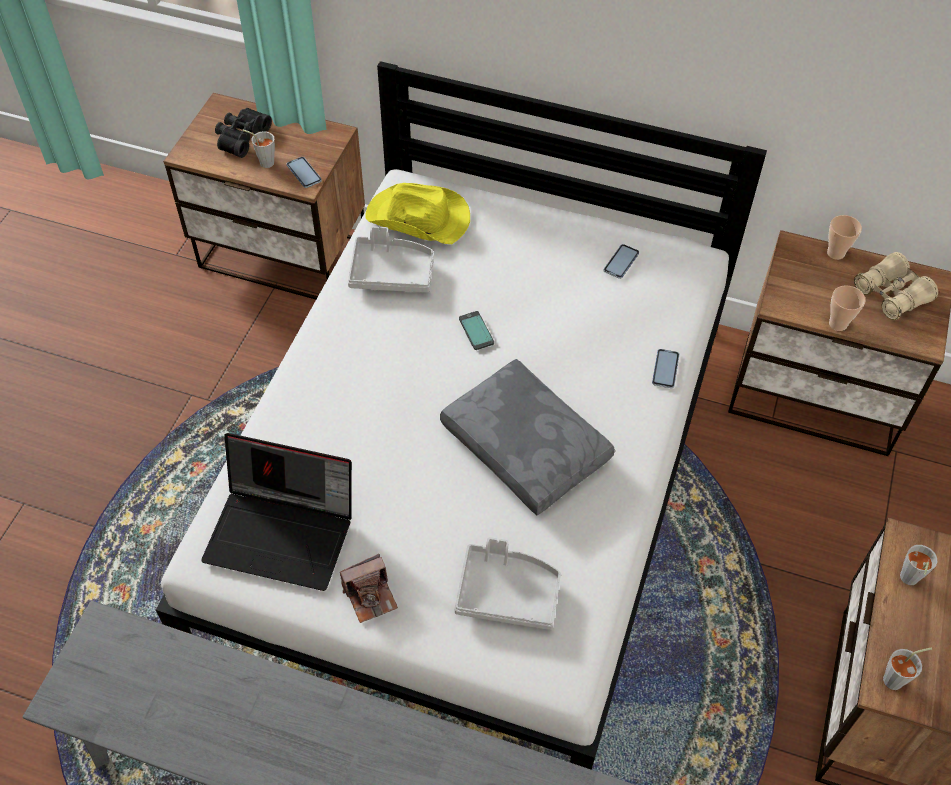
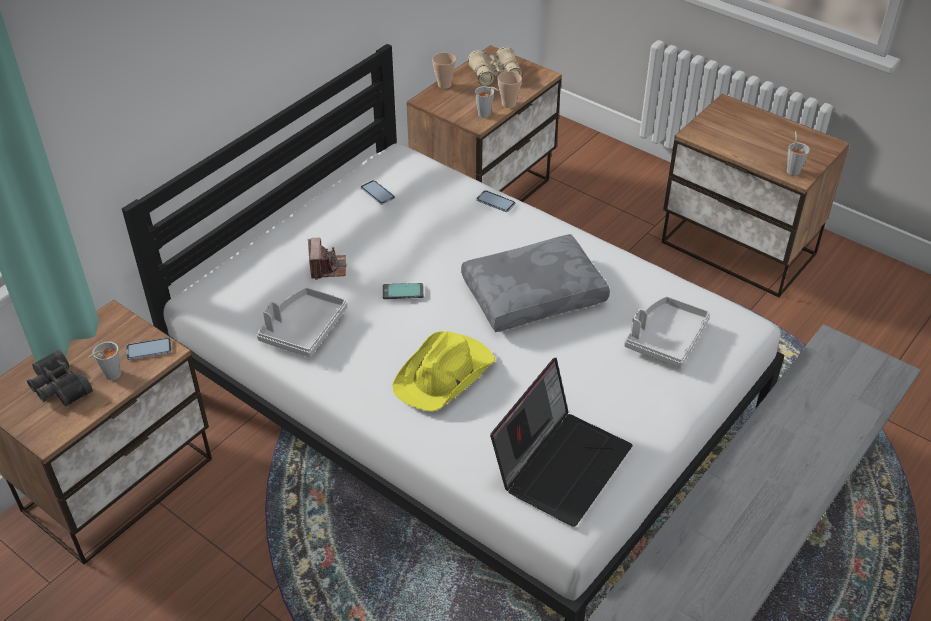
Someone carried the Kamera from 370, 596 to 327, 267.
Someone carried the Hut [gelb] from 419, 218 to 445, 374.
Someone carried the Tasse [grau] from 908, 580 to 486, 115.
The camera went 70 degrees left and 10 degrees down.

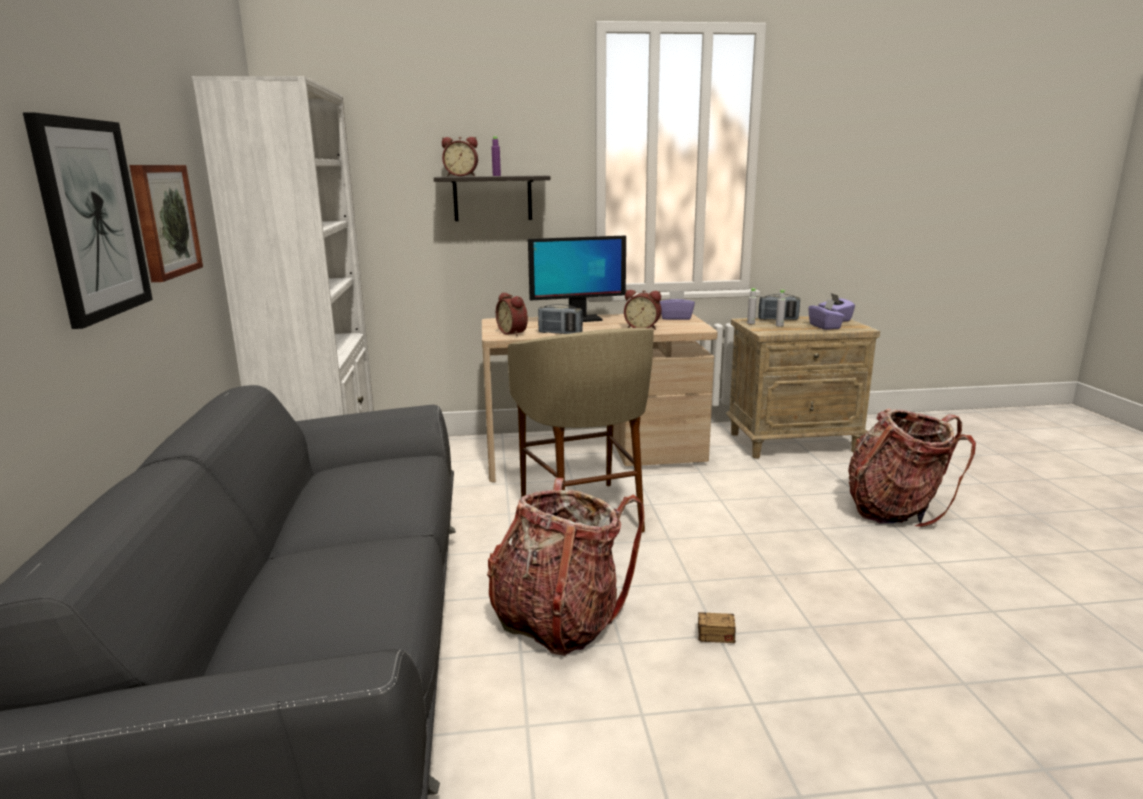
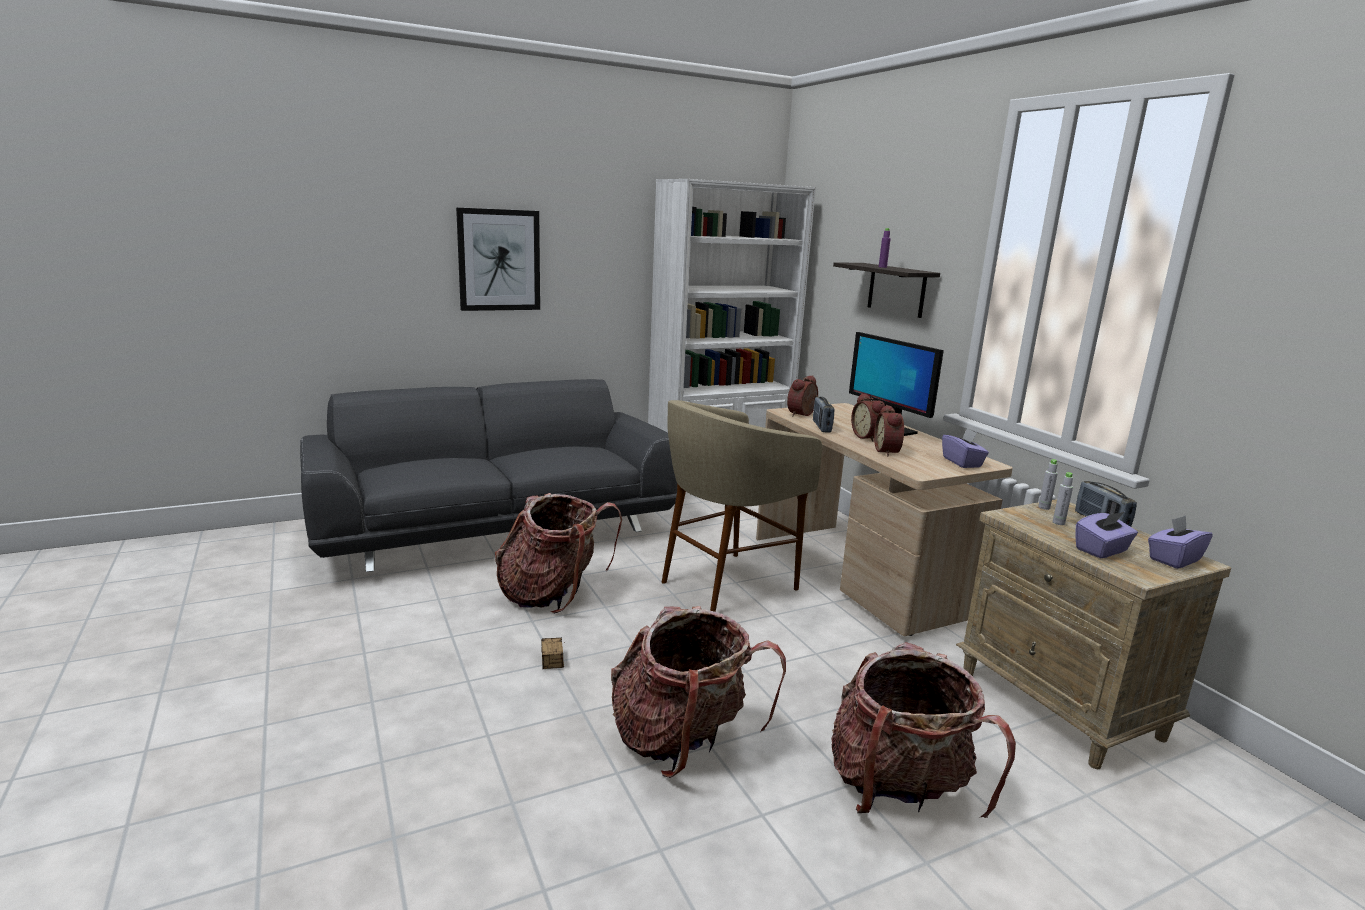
Someone put down the Rucksack at 683, 742.
Someone carried the Wecker from 461, 176 to 868, 437.
Someone took away the Bild at 164, 221.
The camera went 70 degrees right and 0 degrees up.

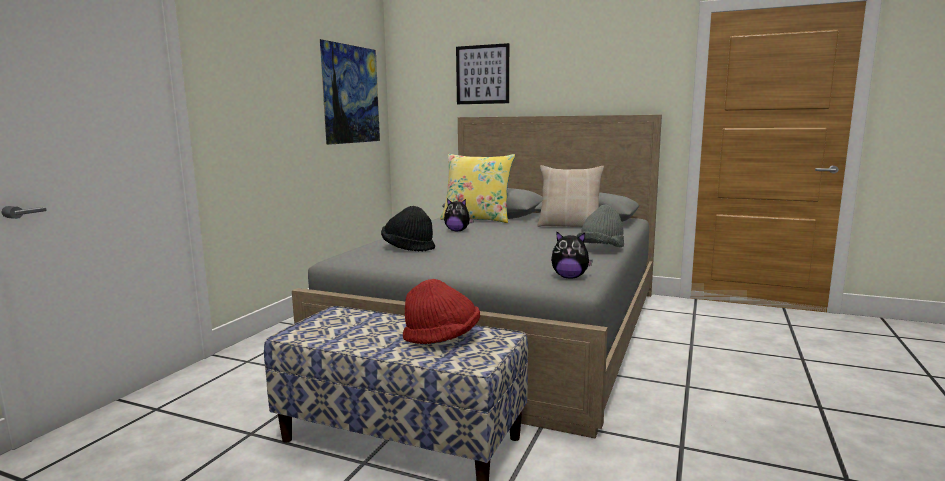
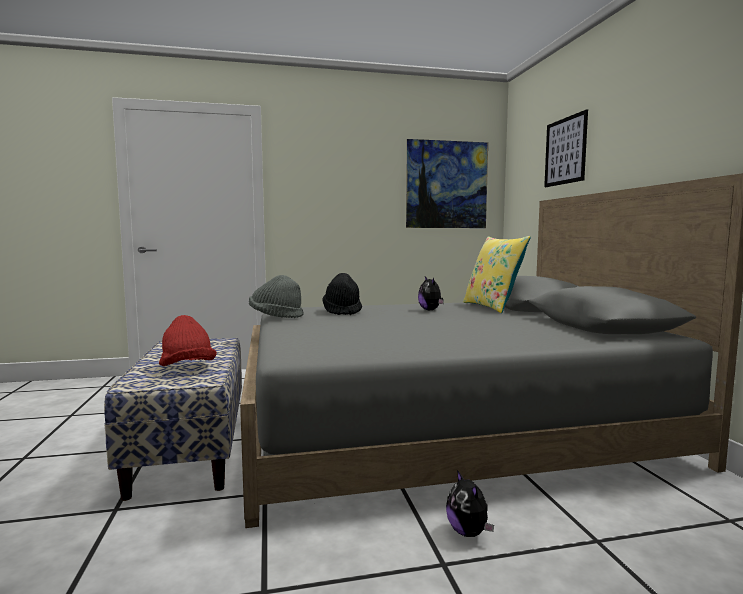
Someone carried the Hut [grau] from 601, 249 to 276, 317.
Someone carried the Plüschtier from 569, 277 to 468, 532.
Someone took away the Kissen [beige] at 569, 225.
The camera went 55 degrees right and 5 degrees down.

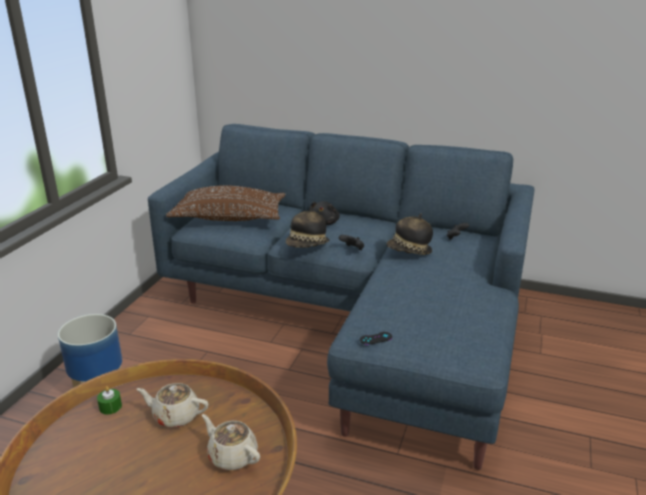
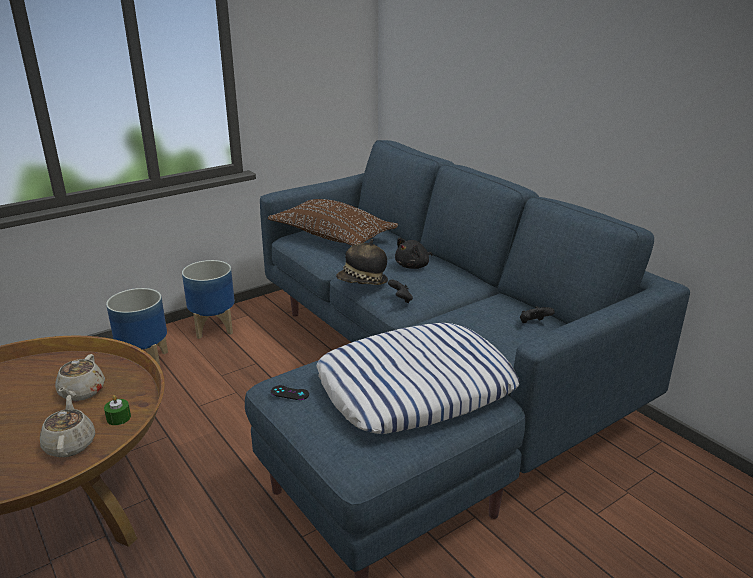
Someone rotated the Teekanne [beige] at 175, 416 by 135 degrees counterclockwise.
Someone carried the Kerze [grün] from 110, 407 to 118, 418.
Someone put down the Pflanzkübel at 213, 327.
Someone put down the Kissen at 415, 388.
Someone took away the Hut at 409, 251.
The camera went 35 degrees right and 0 degrees up.

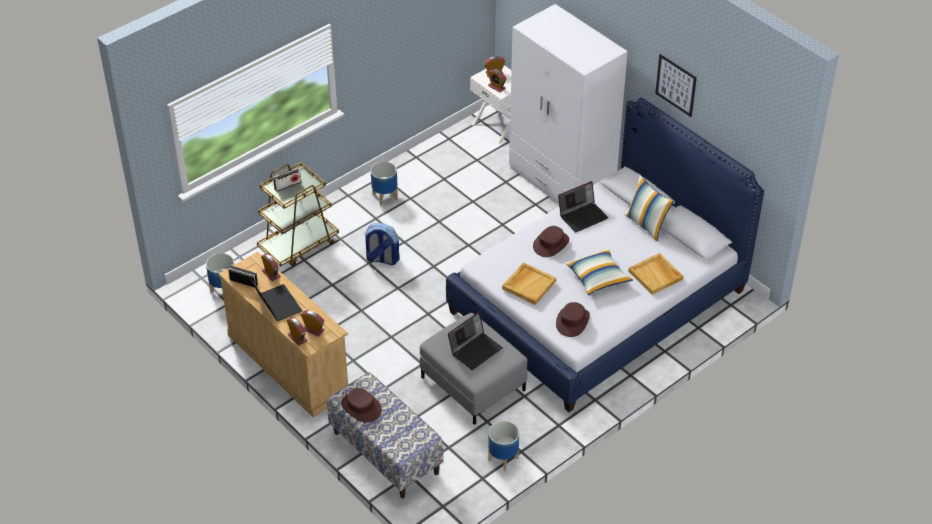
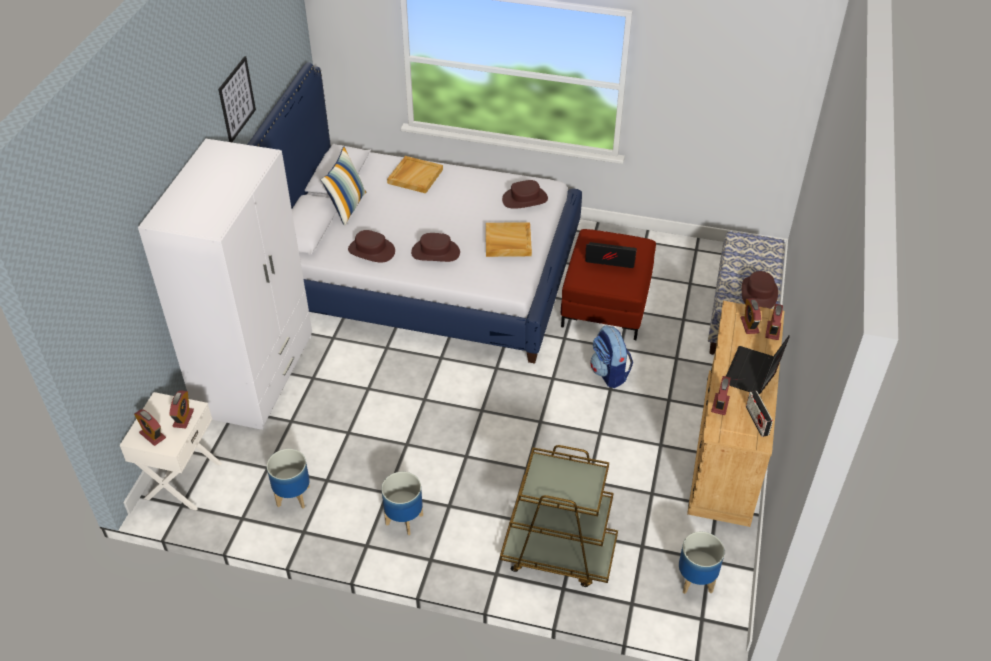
Someone carried the Pflanzkübel from 503, 459 to 294, 496.
Someone swapped the Laptop at 583, 216 for the Hut [braun] at 371, 250.
Someone repainted the Polsterhocker [grau] at 474, 384, which became the Polsterhocker [rot] at 605, 302.
Someone carried the Rucksack from 382, 259 to 609, 373.
Someone took away the Radio at 287, 185.
Someone took away the Kissen at 598, 278.
The camera went 125 degrees left and 0 degrees up.

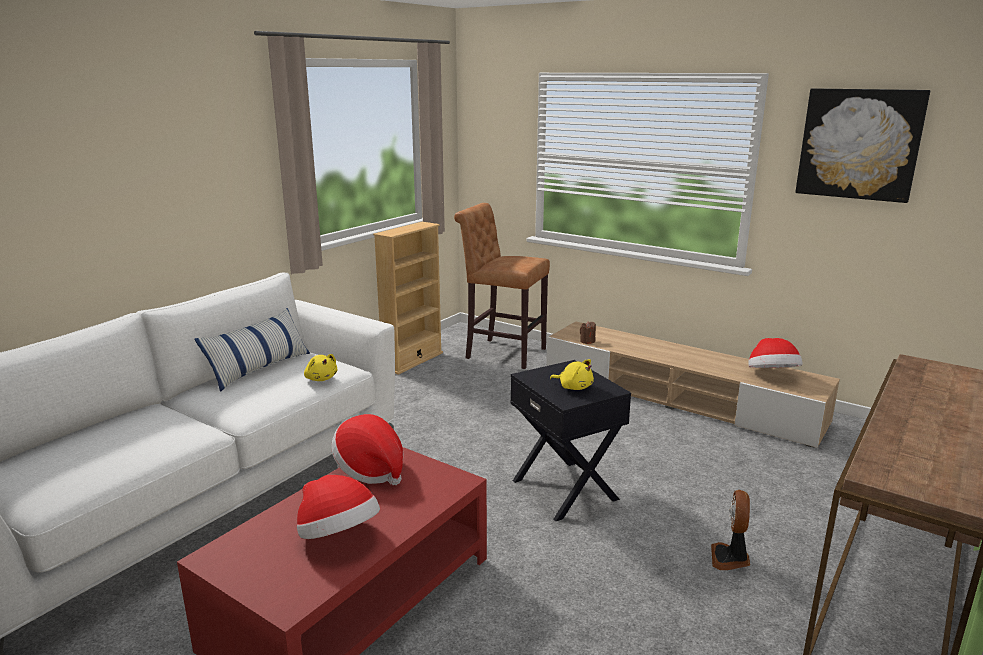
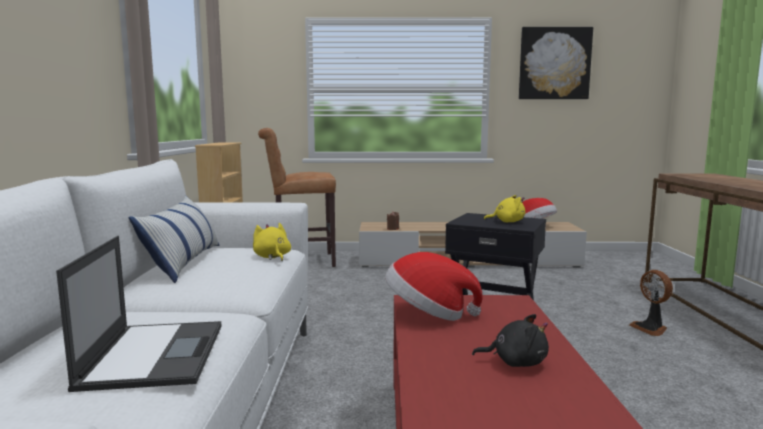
Someone put down the Laptop at 155, 354.
Someone rotated the Plüschtier [gelb] at 321, 378 by 135 degrees counterclockwise.
Someone swapped the Hut at 338, 536 for the Plüschtier [schwarz] at 515, 362.
The camera went 35 degrees left and 10 degrees down.

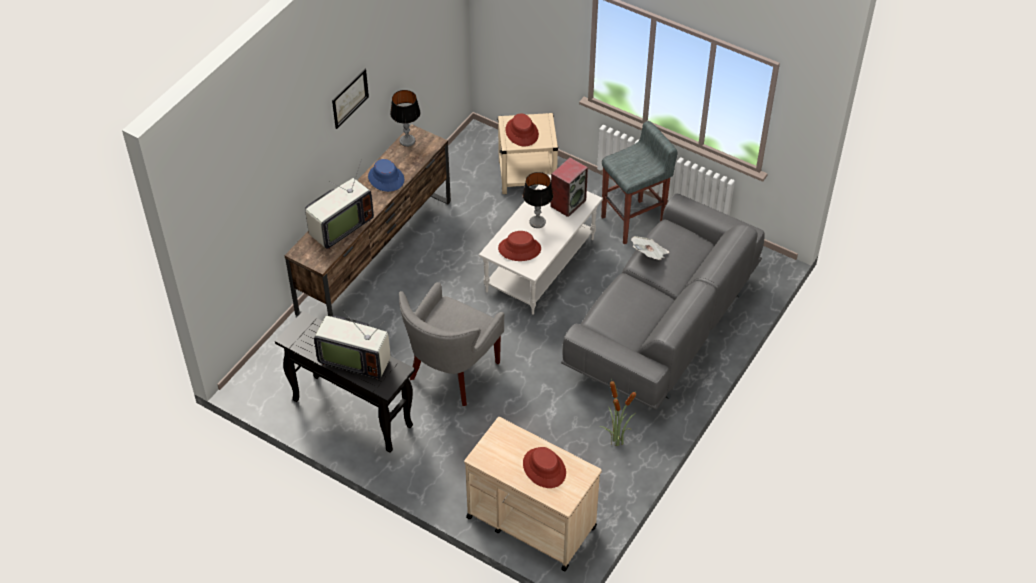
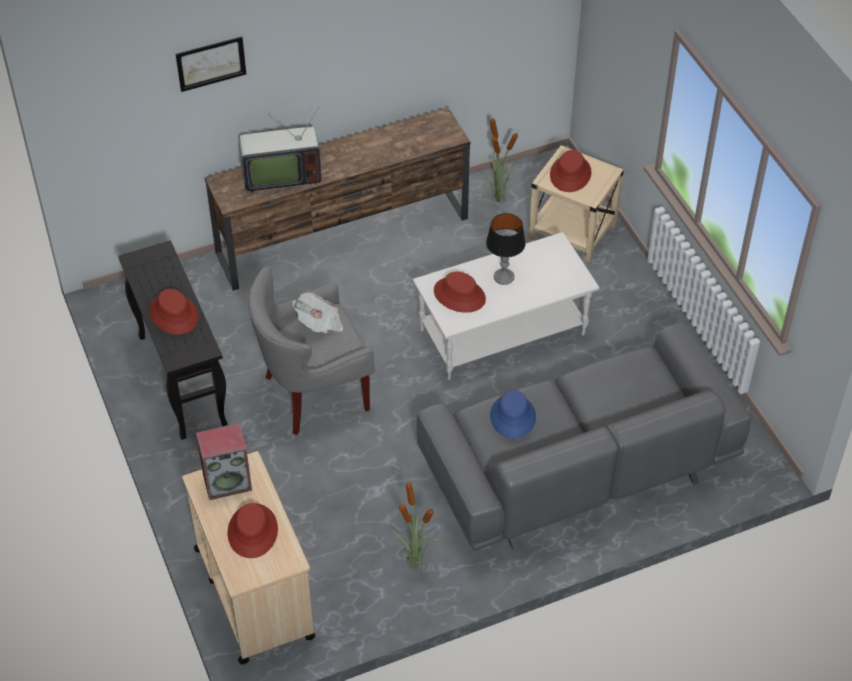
Someone swapped the Fernseher at 355, 359 for the Hut [rot] at 174, 314.
Someone carried the Bild from 350, 98 to 211, 63.
Someone carried the Lautsprecher from 568, 203 to 228, 481.
Someone carried the Zeitung from 649, 255 to 319, 323.
Someone put down the Topfpflanze at 497, 197.
Someone carried the Hut [blau] from 386, 178 to 512, 417.
Someone took away the Tischlampe at 407, 141.
Someone took away the Hocker [grau] at 634, 222.
The camera went 35 degrees right and 0 degrees up.

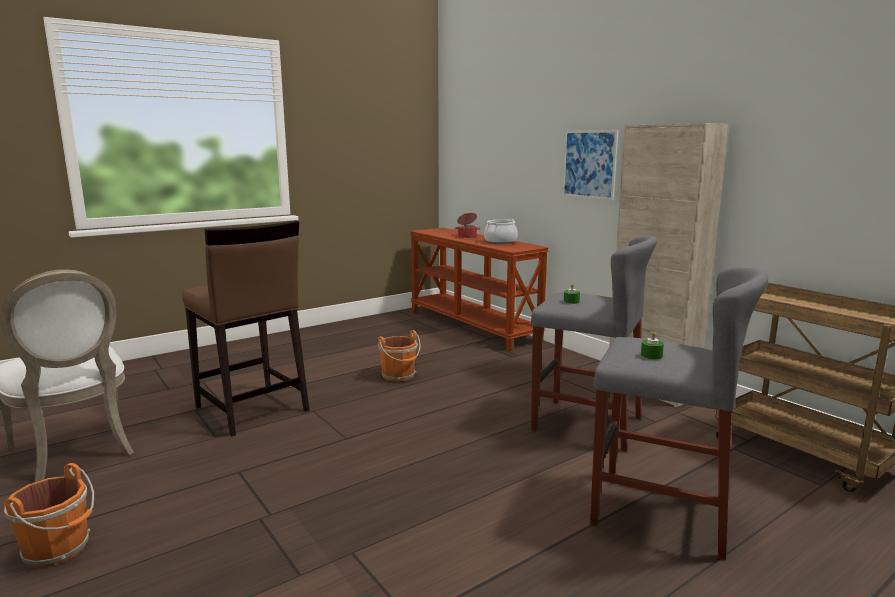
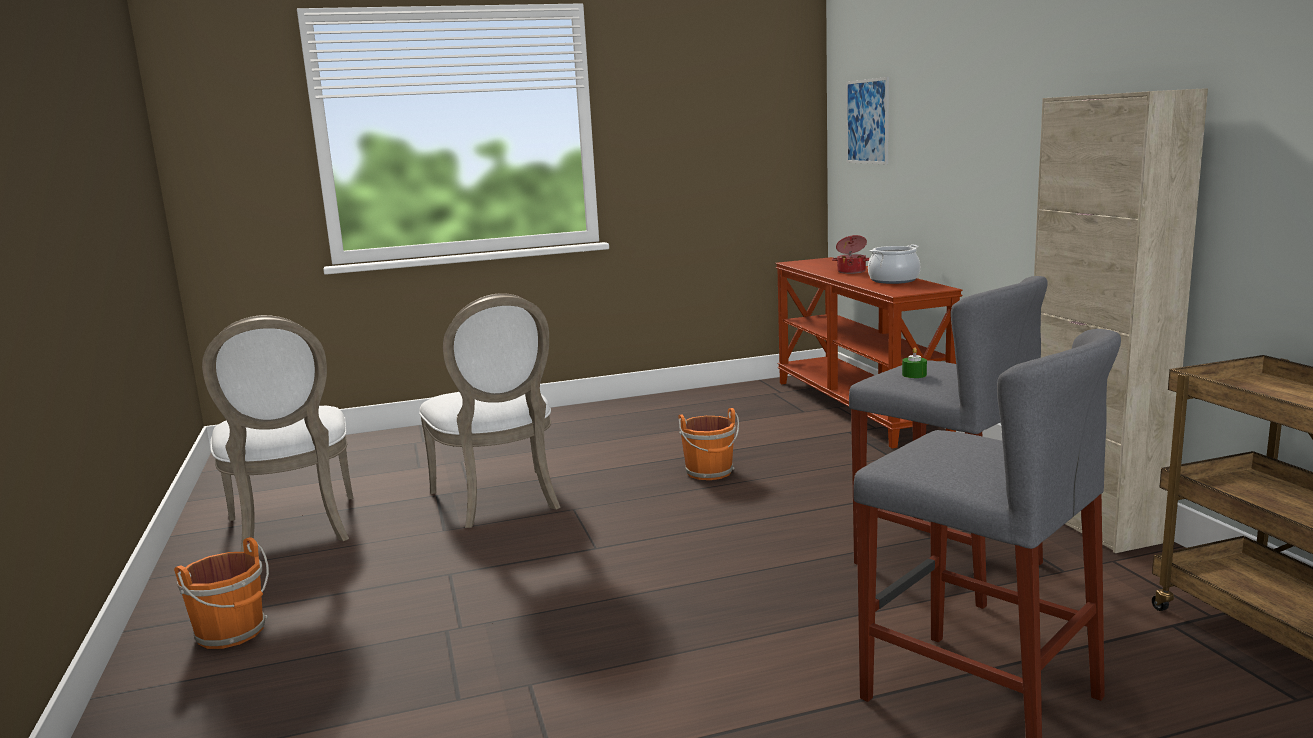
Someone swapped the Hocker [braun] at 251, 409 for the Stuhl [weiß] at 500, 501.
Someone carried the Bild from 589, 164 to 867, 121.
Someone took away the Kerze [grün] at 651, 355.
The camera went 20 degrees right and 0 degrees up.

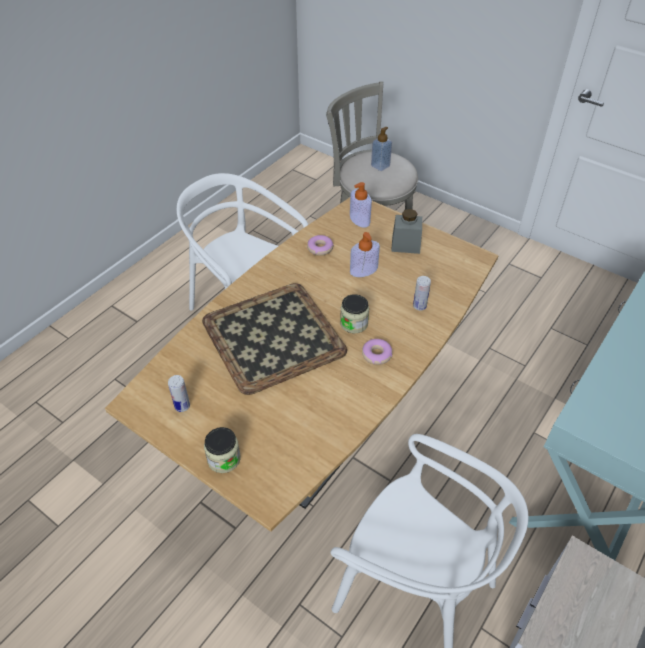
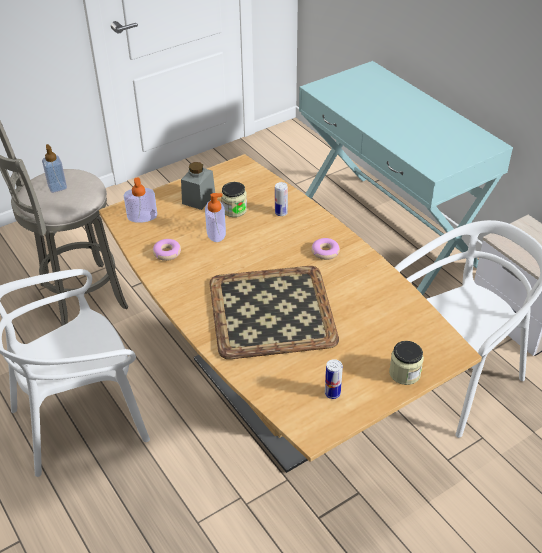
Someone carried the Vorratsglas from 354, 323 to 234, 210.
The camera went 70 degrees left and 5 degrees down.

